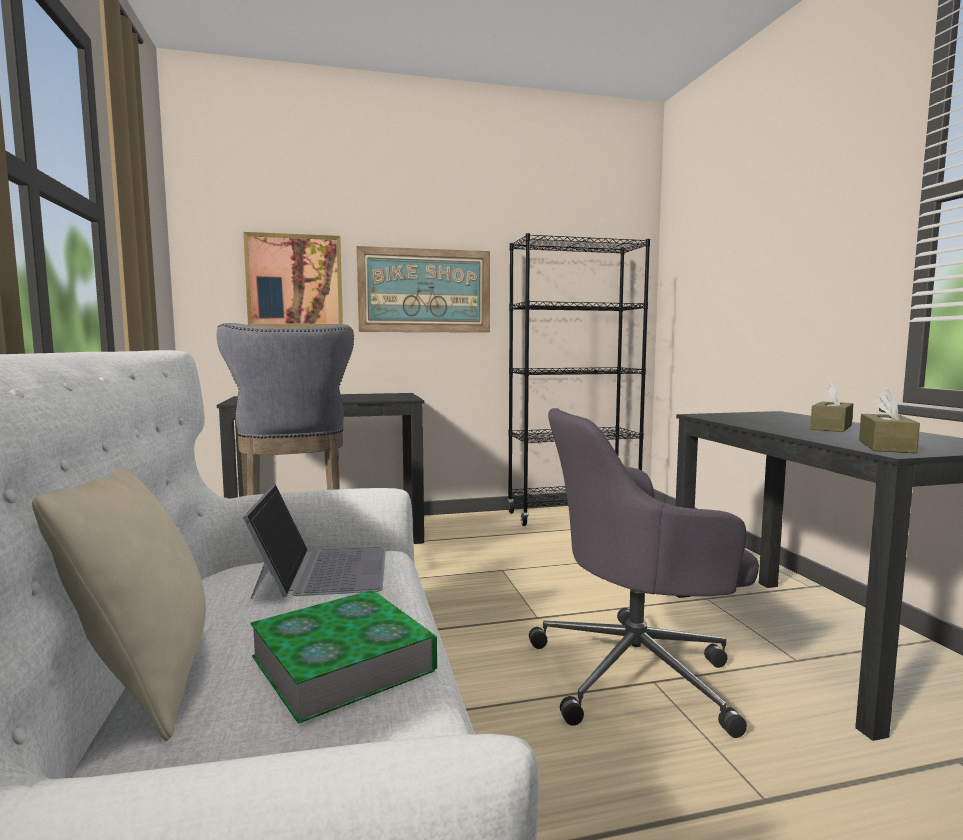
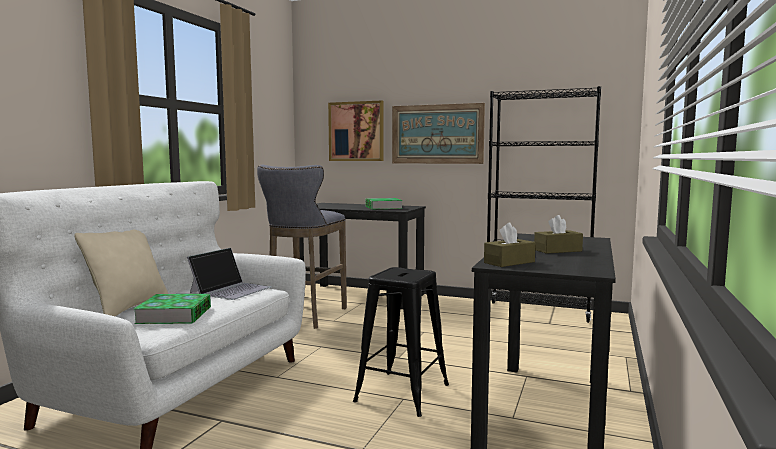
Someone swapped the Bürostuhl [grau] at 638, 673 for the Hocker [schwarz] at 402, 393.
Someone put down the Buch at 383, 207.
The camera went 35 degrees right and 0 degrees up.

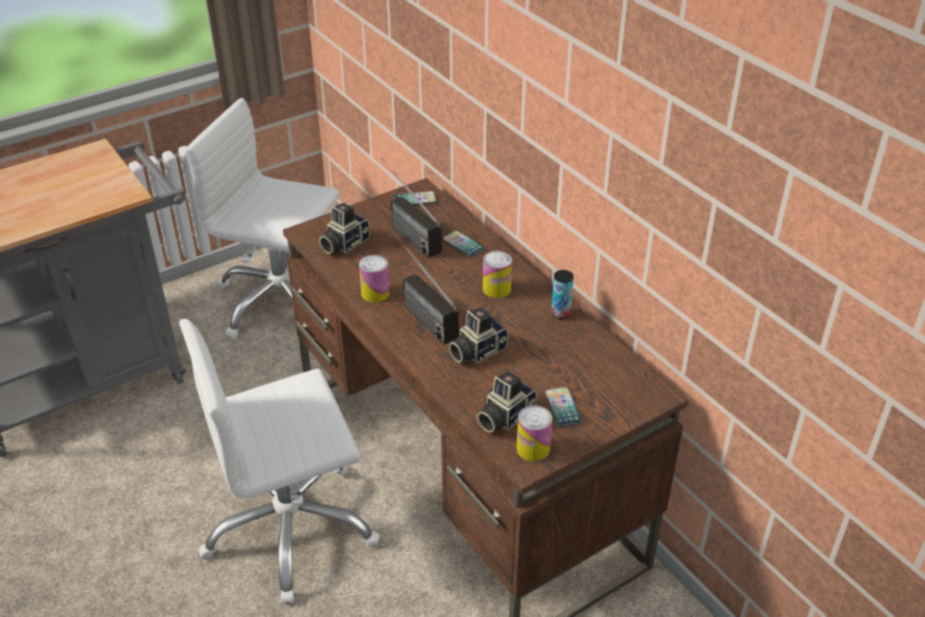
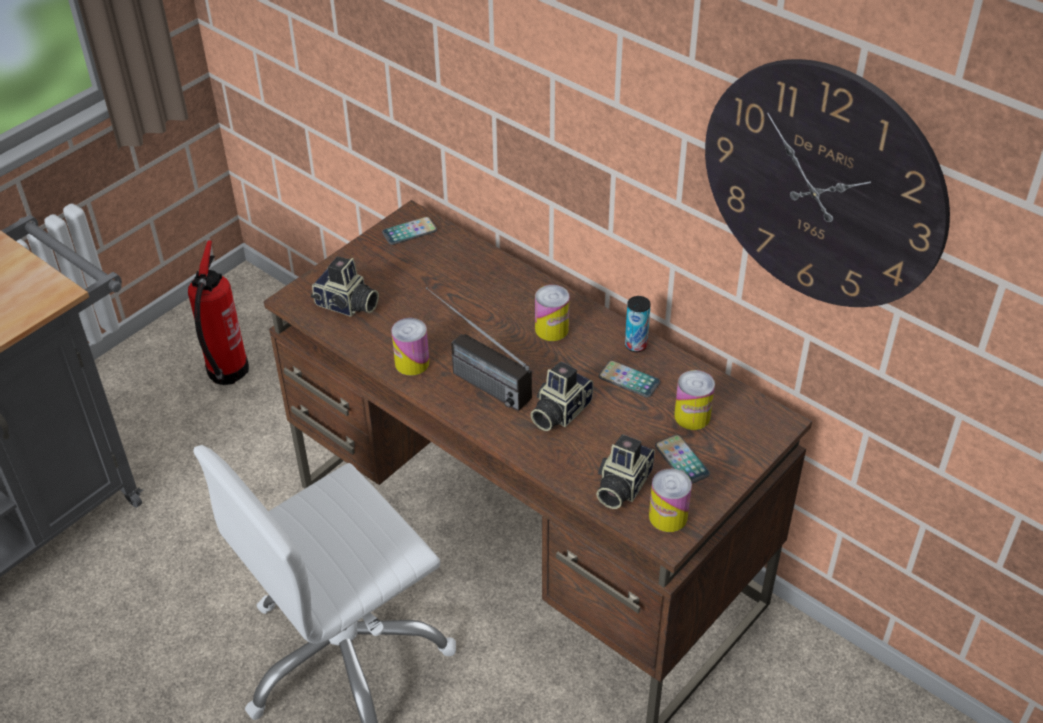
Someone swapped the Bürostuhl [weiß] at 281, 301 for the Feuerlöscher at 226, 373.
Someone rotated the Kamera at 343, 243 by 90 degrees counterclockwise.
Someone carried the Handy from 463, 245 to 629, 380.
Someone put down the Dose at 692, 416.
Someone put up the Wanduhr at 822, 186.
Someone took away the Radio at 405, 232.
The camera went 15 degrees left and 5 degrees up.

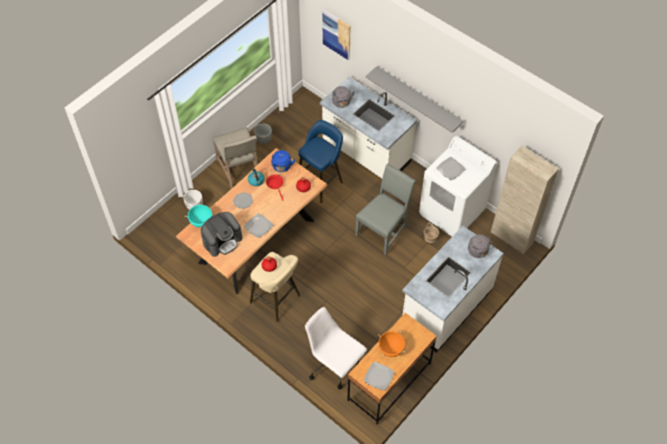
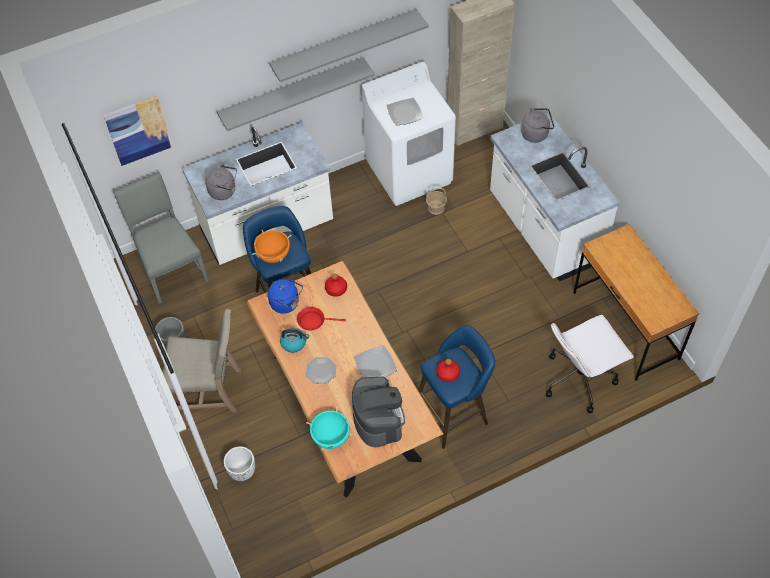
Someone carried the Stuhl [grau] from 383, 230 to 171, 269.
Someone carried the Kochtopf [orange] from 390, 349 to 274, 255.
Someone put up the Wandregal [grau] at 344, 45.
Someone repainted the Hocker [beige] at 277, 300, which became the Hocker [blau] at 454, 412.
Someone took away the Teller at 378, 377.
The camera went 65 degrees left and 0 degrees up.

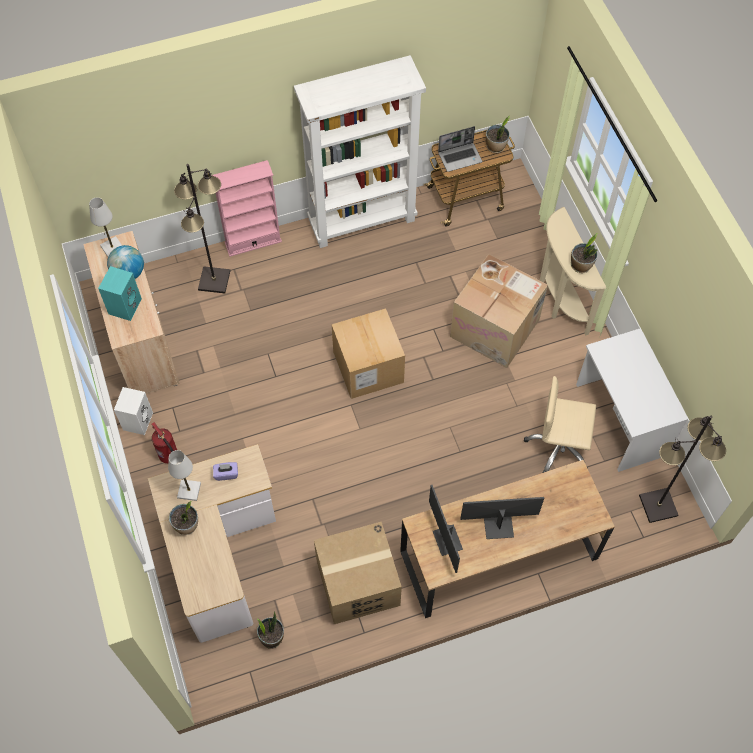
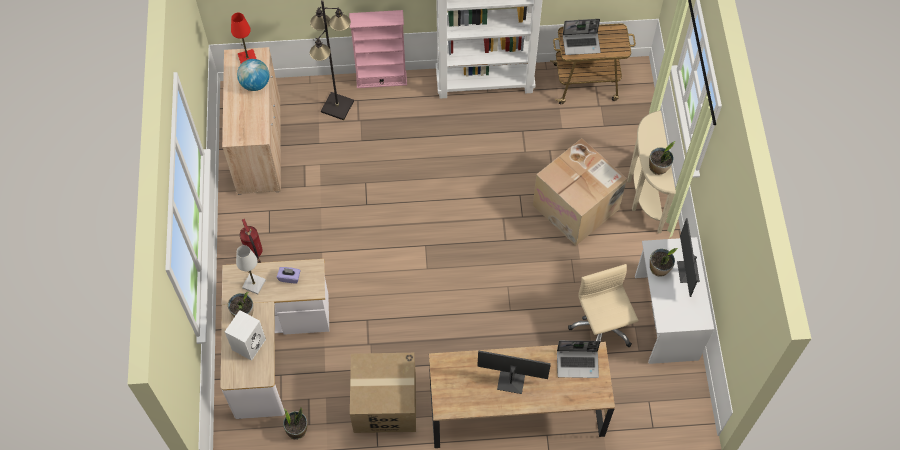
Someone carried the Lautsprecher [weiß] from 137, 420 to 248, 343.
Someone repainted the Tischlampe [weiß] at 112, 248, which became the Tischlampe [rot] at 247, 59.
Someone put down the Laptop at 578, 364.
Someone rotated the Bürostuhl [beige] at 559, 446 by 45 degrees clockwise.
Someone carried the Topfpflanze from 496, 147 to 659, 269.
Someone carried the Monitor from 446, 540 to 687, 271.
Someone took away the Lautsprecher [türkis] at 124, 305.
Someone took away the Karton at 368, 367.
Someone took away the Stehlampe [schwarz] at 658, 506.
The camera went 15 degrees right and 0 degrees up.

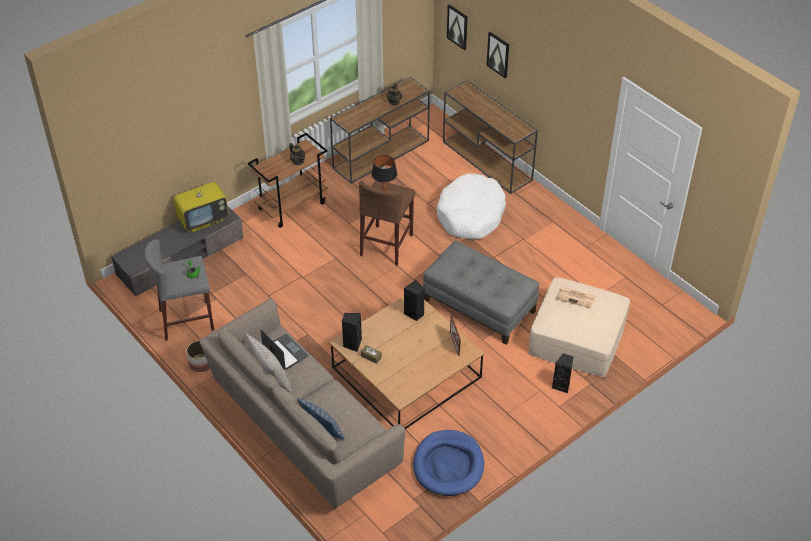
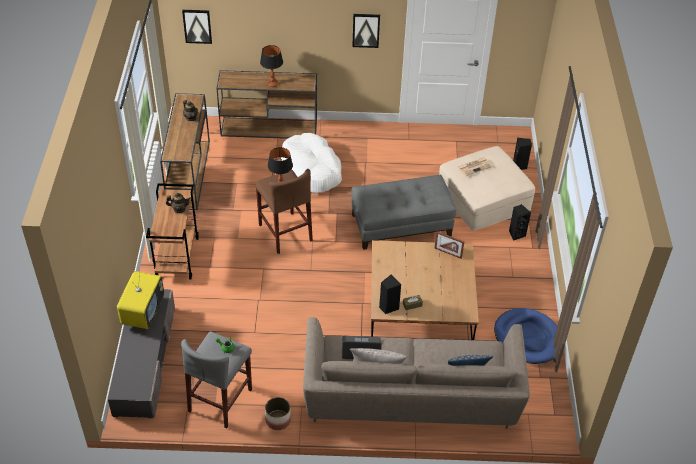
Someone put down the Tischlampe at 272, 84.
Someone carried the Bild from 498, 54 to 366, 30.
Someone carried the Lautsprecher [schwarz] from 414, 314 to 520, 166.
The camera went 50 degrees left and 0 degrees up.

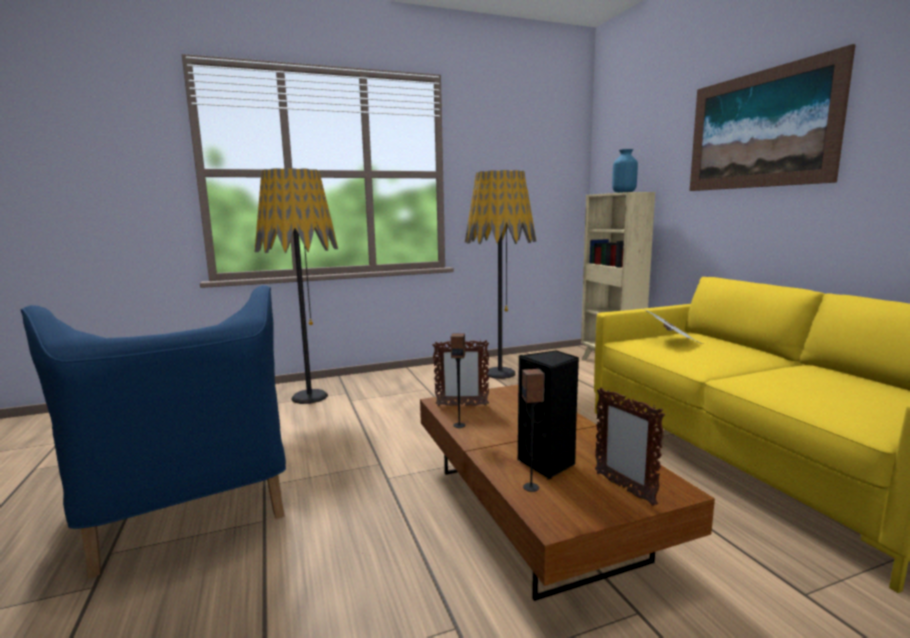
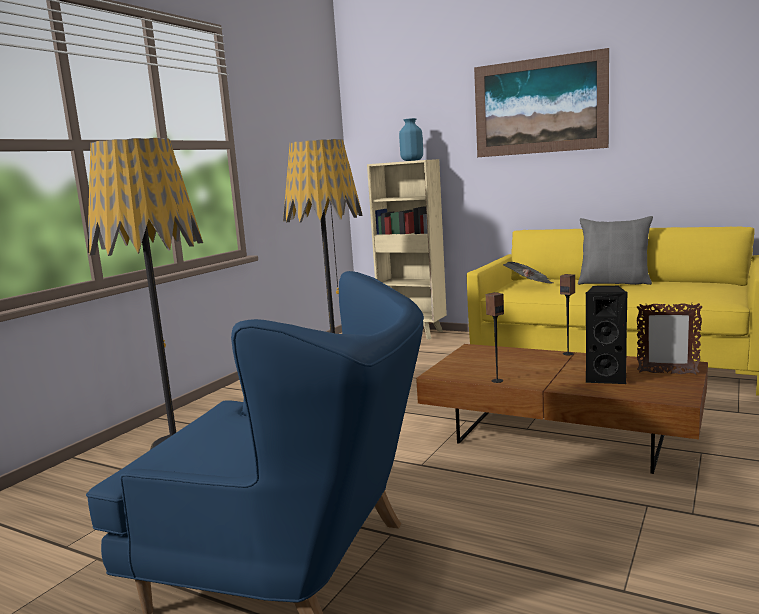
Someone carried the Lautsprecher from 531, 487 to 568, 354.
Someone put down the Kissen [grau] at 614, 282.
Someone took away the Bilderrahmen at 461, 405.
The camera went 40 degrees left and 0 degrees up.

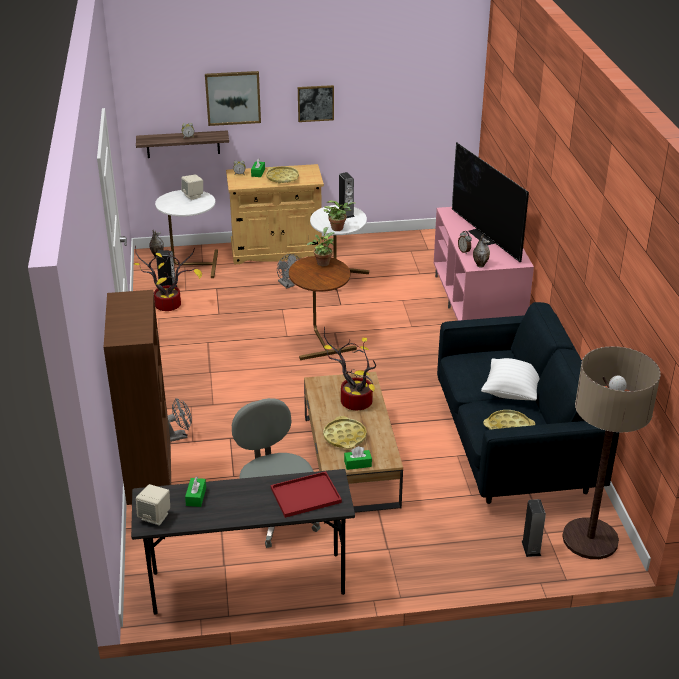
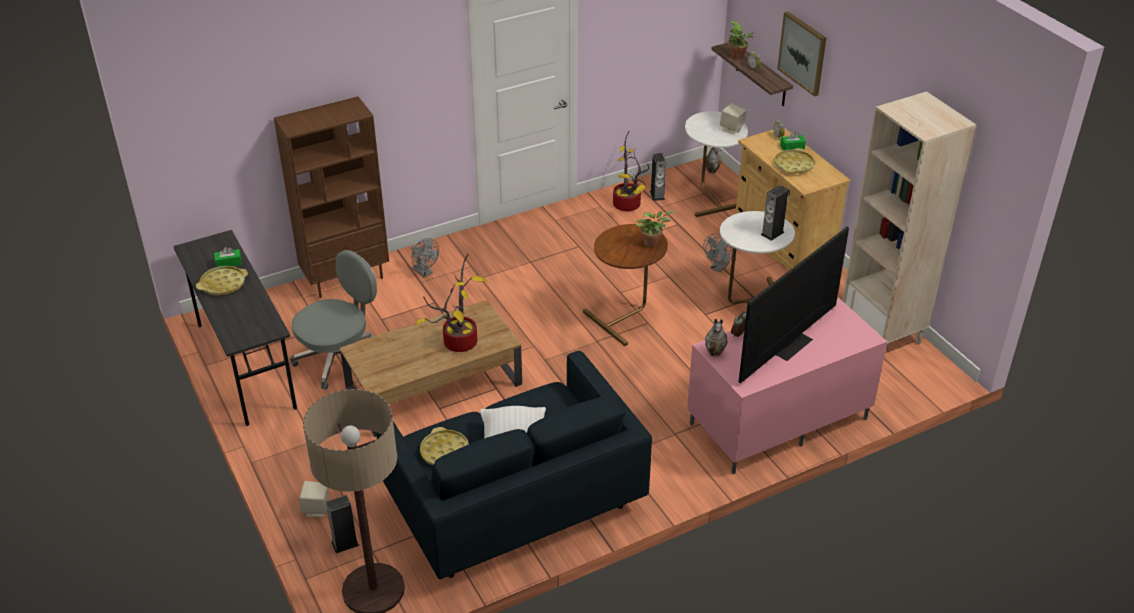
Someone carried the Tablett [gelb] from 344, 436 to 223, 284.
Someone carried the Lautsprecher [beige] from 155, 516 to 316, 509.
Someone carried the Topfpflanze from 339, 228 to 738, 57.
Someone put down the Bücherregal [beige] at 882, 333.
Someone took away the Tablett [rot] at 306, 494.
Someone took away the Bild at 315, 103.
Someone took away the Taschentuchbox [grün] at 358, 464.
The camera went 70 degrees right and 5 degrees up.

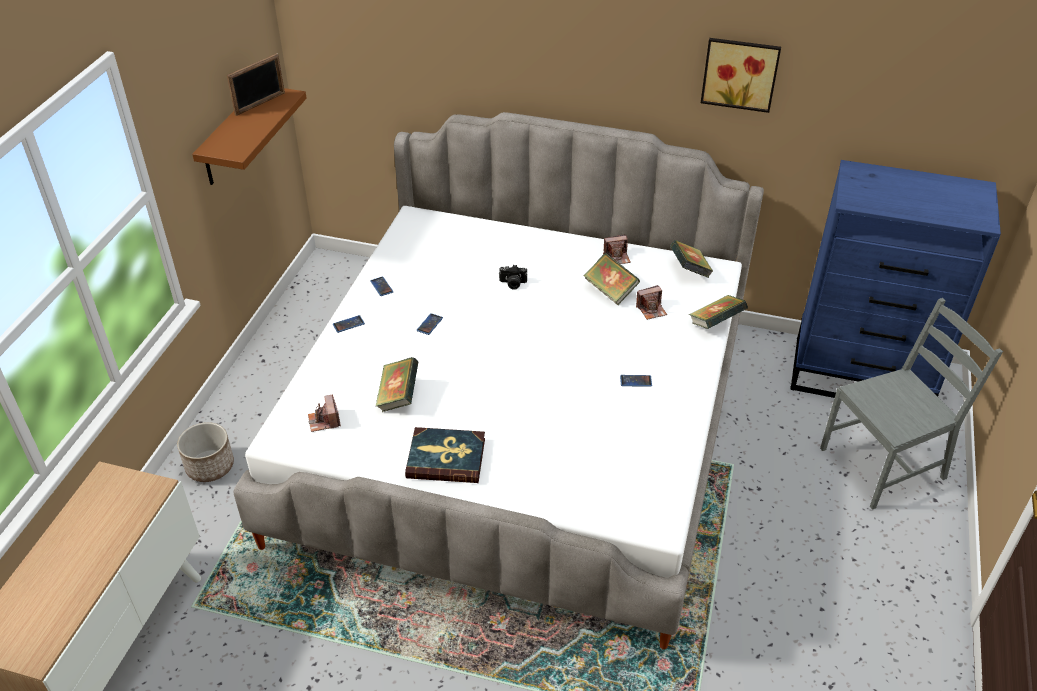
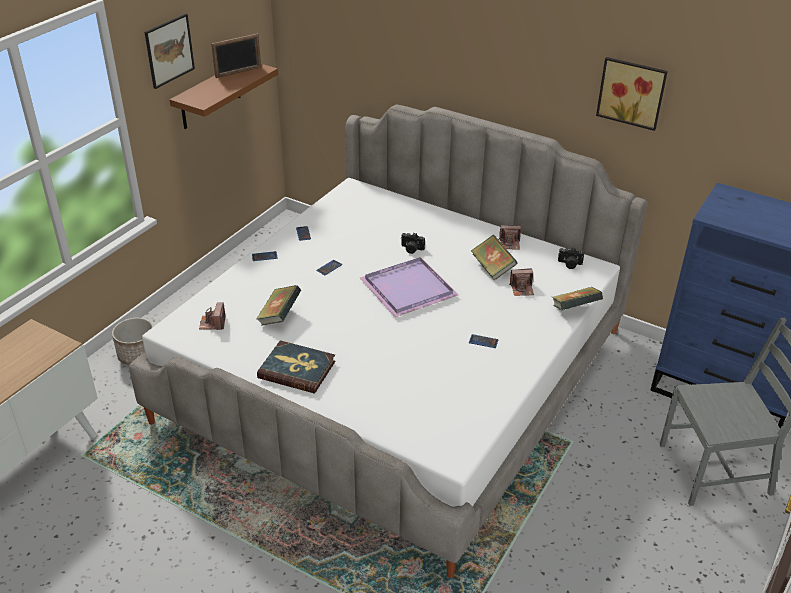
Someone put up the Bild at 169, 50.
Someone put down the Tablett [lila] at 406, 288.
Someone swapped the Buch at 689, 270 for the Kamera at 569, 264.
The camera went 15 degrees right and 5 degrees down.

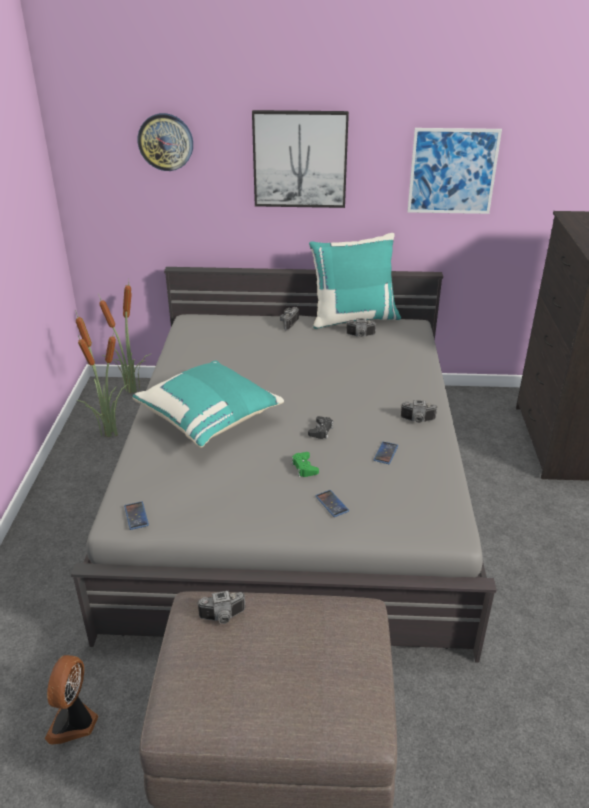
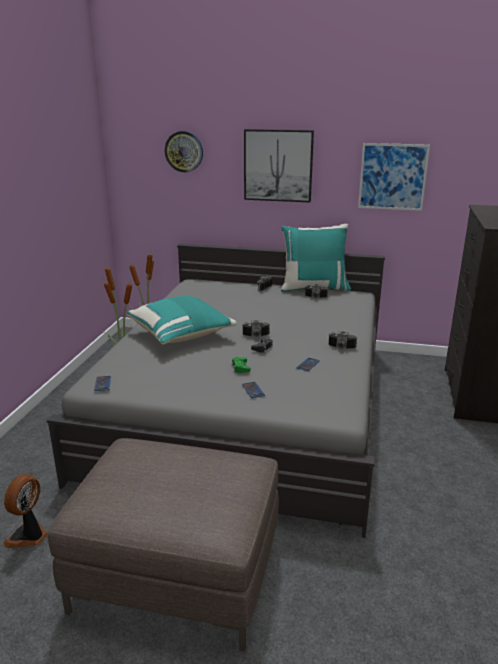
Someone carried the Kamera from 223, 618 to 256, 336.
The camera went 10 degrees right and 10 degrees down.

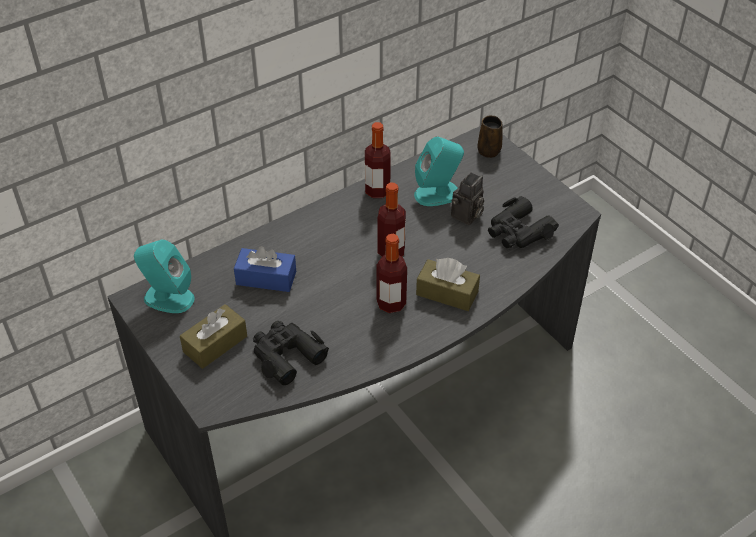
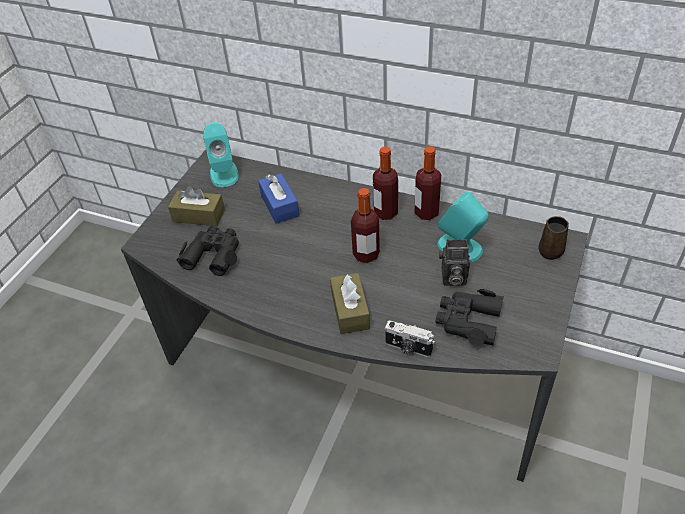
Someone carried the Flasche from 391, 303 to 385, 212.
Someone put down the Kamera at 408, 348.
The camera went 60 degrees right and 0 degrees up.

